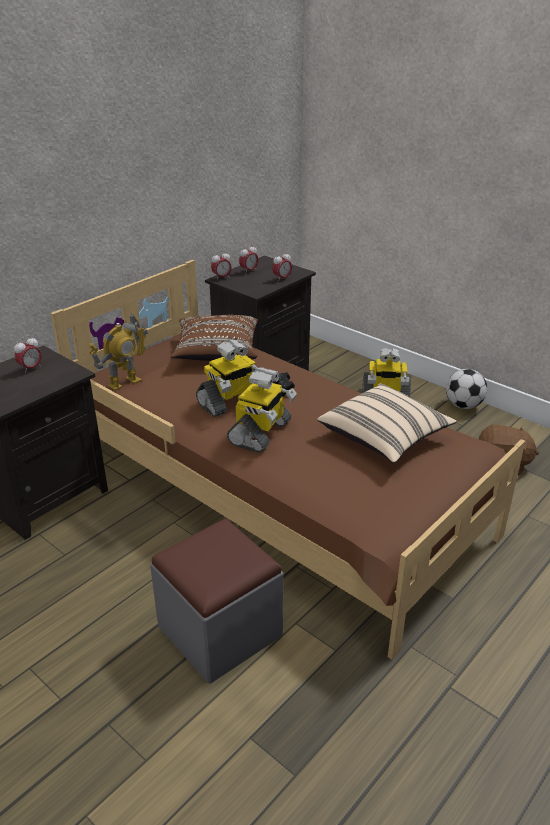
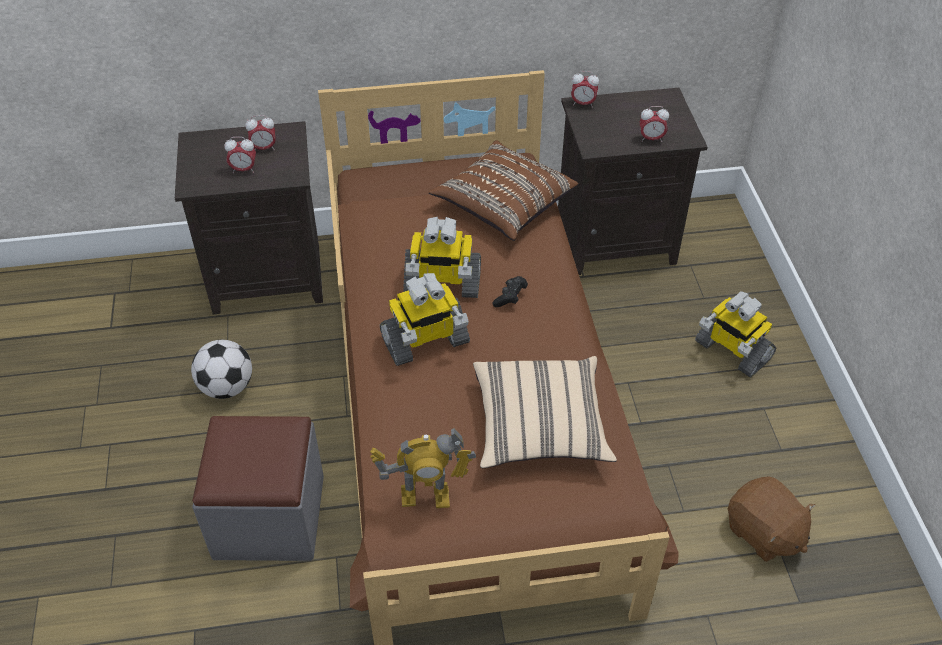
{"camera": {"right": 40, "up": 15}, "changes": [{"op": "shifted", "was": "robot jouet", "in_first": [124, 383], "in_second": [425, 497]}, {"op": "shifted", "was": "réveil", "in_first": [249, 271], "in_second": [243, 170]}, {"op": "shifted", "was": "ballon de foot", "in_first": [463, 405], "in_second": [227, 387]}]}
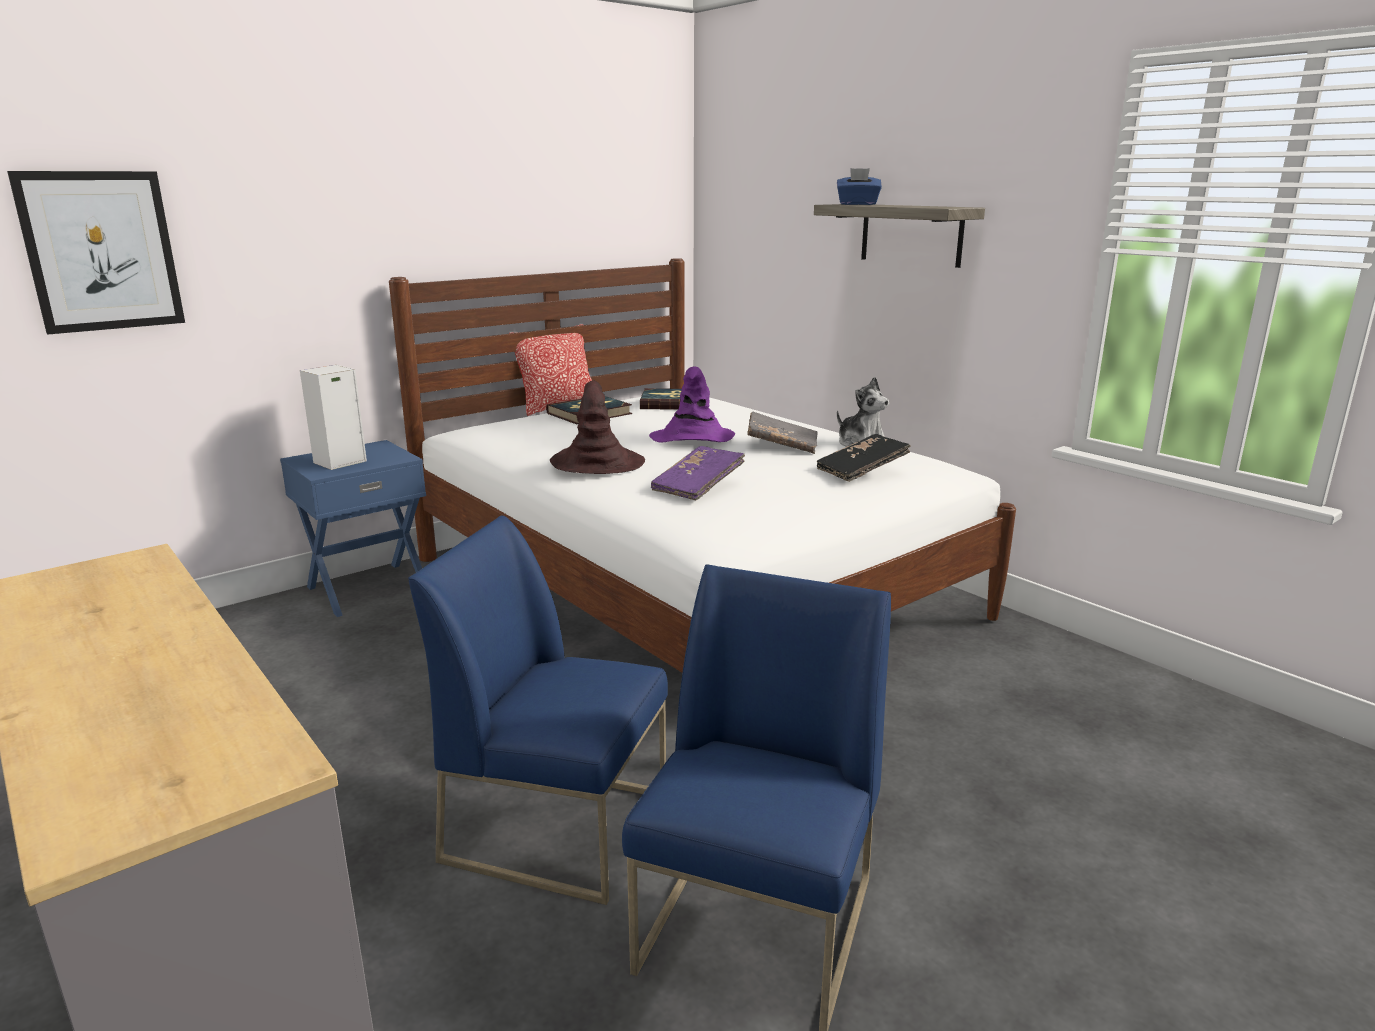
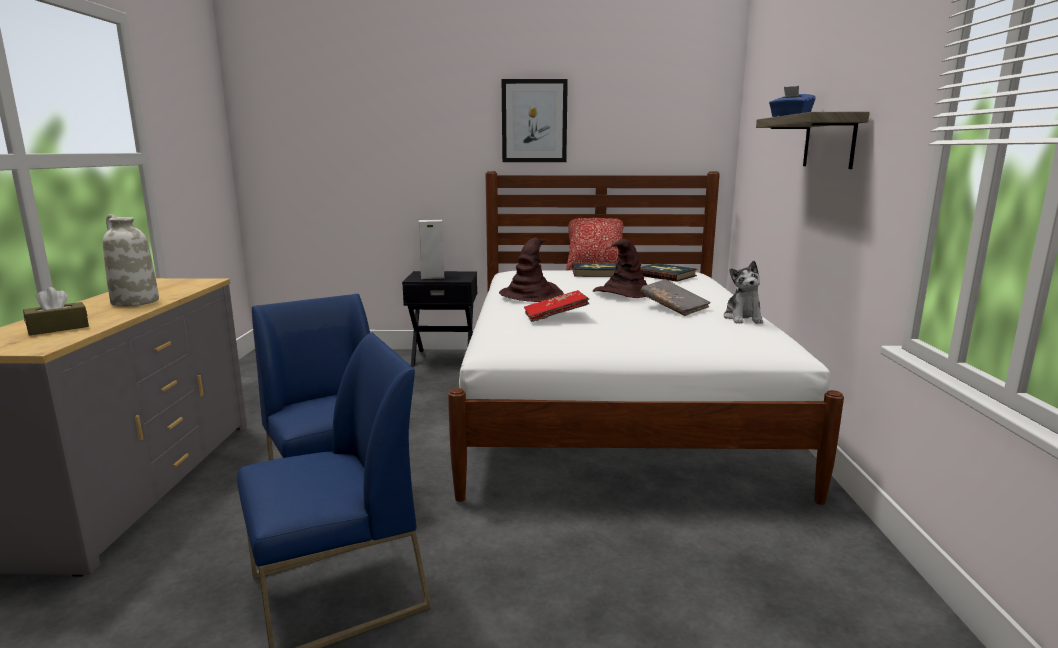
{"camera": {"right": 40, "up": -5}, "changes": [{"op": "gone", "was": "livre [noir]", "in_first": [861, 471]}, {"op": "new", "now": "boîte à mouchoirs [marron]", "in_second": [58, 328]}, {"op": "new", "now": "vase [blanc]", "in_second": [134, 301]}, {"op": "shifted", "was": "tableau", "in_first": [101, 251], "in_second": [534, 121]}, {"op": "repainted", "was": "table de chevet [bleu]", "now": "table de chevet [noir]", "in_first": [367, 588], "in_second": [444, 358]}, {"op": "repainted", "was": "chapeau [violet]", "now": "chapeau [marron]", "in_first": [692, 438], "in_second": [623, 293]}, {"op": "repainted", "was": "livre [violet]", "now": "livre [rouge]", "in_first": [698, 487], "in_second": [555, 317]}]}
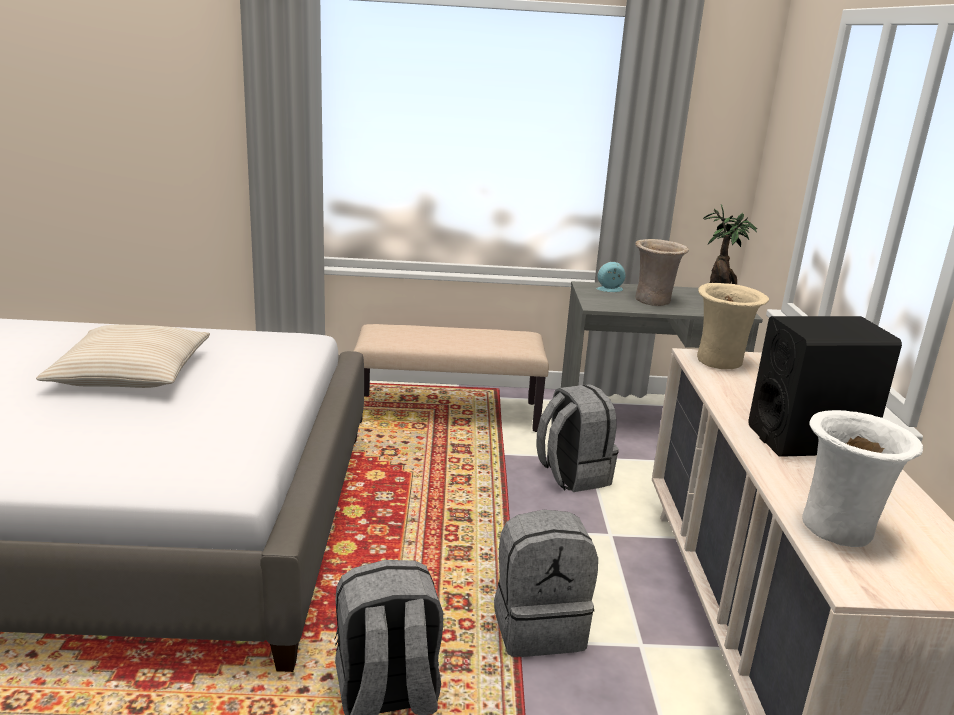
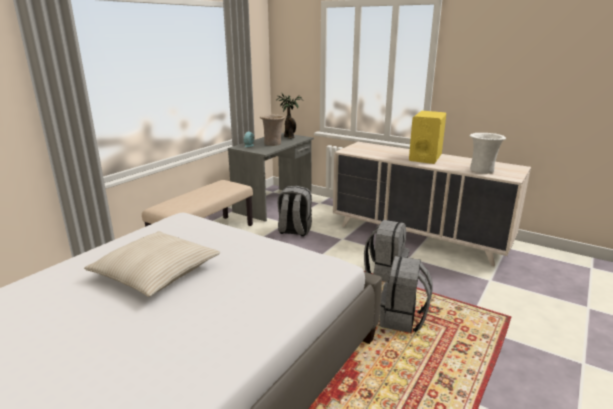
{"camera": {"right": -55, "up": 0}, "changes": [{"op": "gone", "was": "vase [beige]", "in_first": [721, 362]}, {"op": "repainted", "was": "enceinte [noir]", "now": "enceinte [jaune]", "in_first": [808, 440], "in_second": [425, 158]}]}
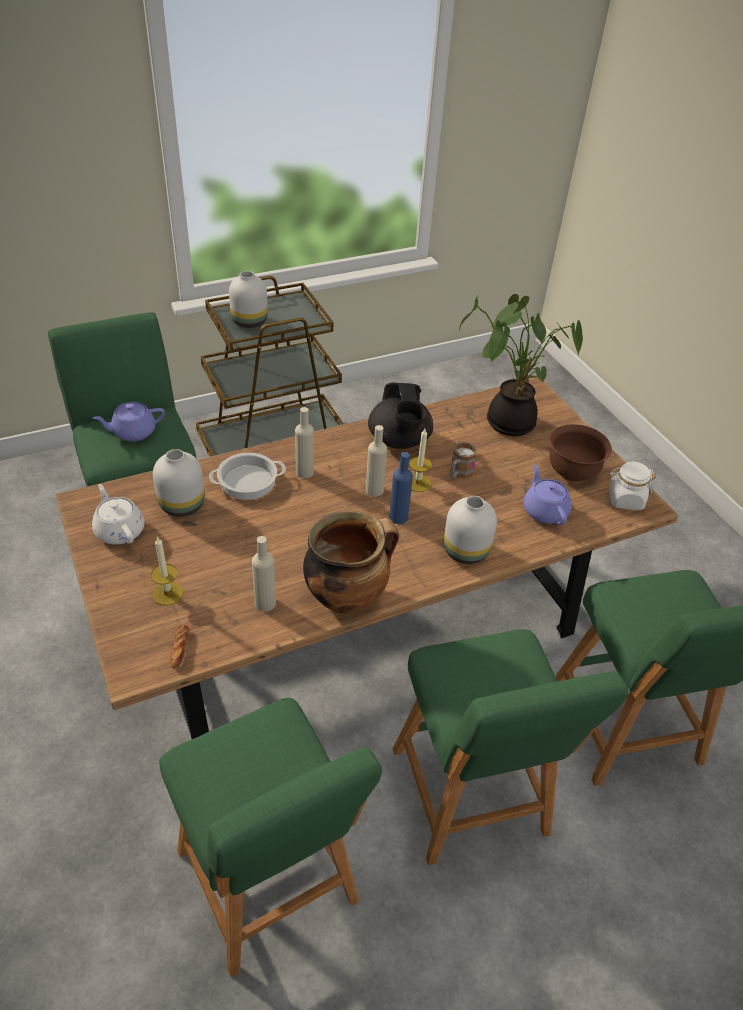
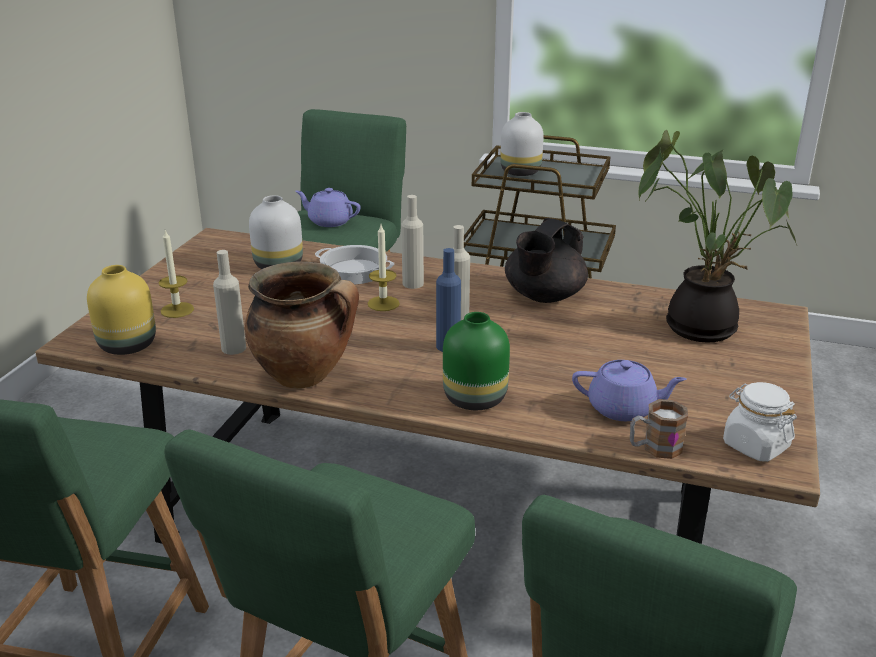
{"camera": {"right": 45, "up": -15}, "changes": [{"op": "gone", "was": "théière [blanc]", "in_first": [119, 530]}, {"op": "gone", "was": "bol [marron]", "in_first": [572, 472]}, {"op": "shifted", "was": "bougie", "in_first": [418, 483], "in_second": [383, 303]}, {"op": "shifted", "was": "mug", "in_first": [459, 473], "in_second": [654, 448]}, {"op": "swapped", "was": "pain", "now": "vase [jaune]", "in_first": [180, 649], "in_second": [128, 344]}, {"op": "repainted", "was": "vase [blanc]", "now": "vase [vert]", "in_first": [464, 551], "in_second": [474, 398]}, {"op": "rotated", "was": "théière [violet]", "in_first": [544, 510], "in_second": [623, 408], "clockwise": 75}]}
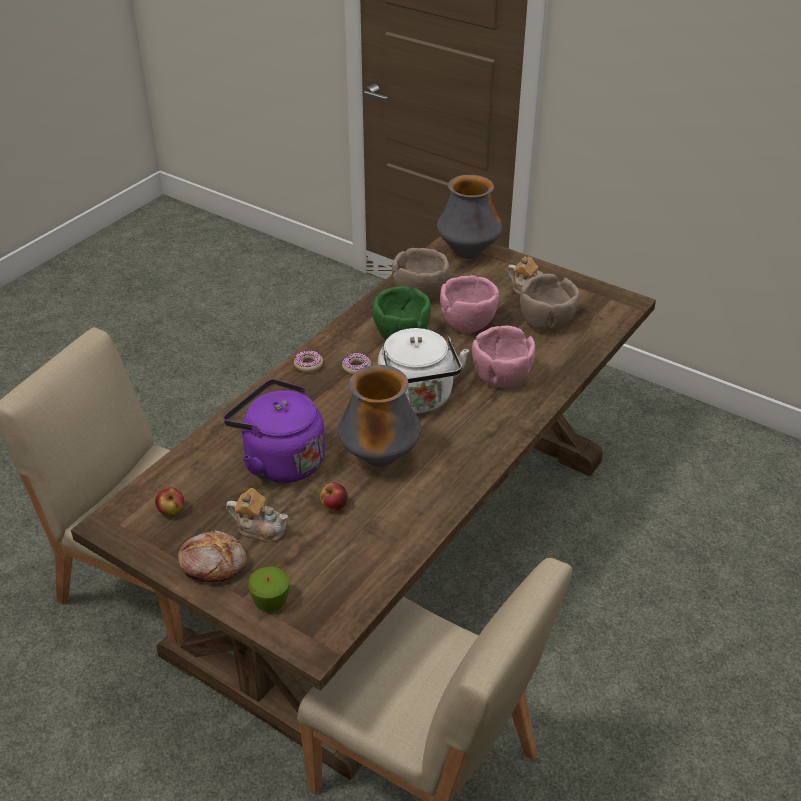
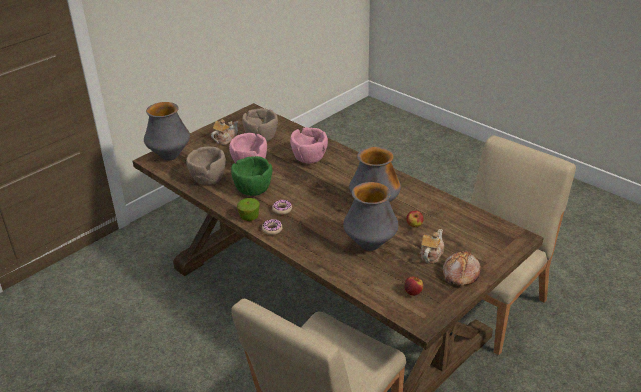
{"camera": {"right": -80, "up": -5}, "changes": [{"op": "gone", "was": "bouilloire [blanc]", "in_first": [418, 399]}, {"op": "shifted", "was": "pomme", "in_first": [270, 601], "in_second": [249, 217]}, {"op": "swapped", "was": "bouilloire [violet]", "now": "vase", "in_first": [280, 460], "in_second": [370, 245]}]}
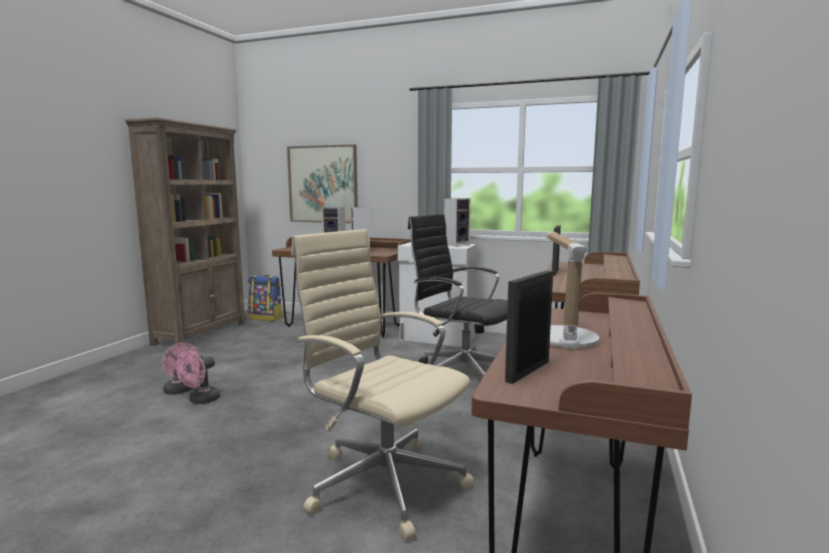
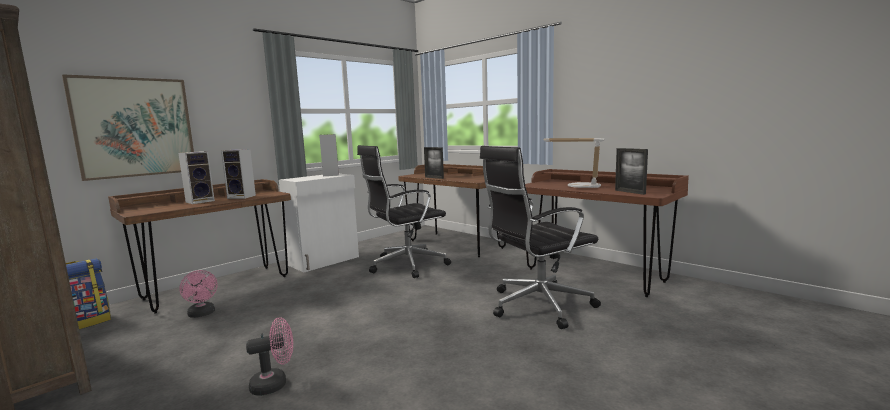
{"camera": {"right": -65, "up": 0}, "changes": [{"op": "shifted", "was": "ventilateur [rose]", "in_first": [200, 400], "in_second": [202, 314]}, {"op": "repainted", "was": "chaise de bureau [beige]", "now": "chaise de bureau [noir]", "in_first": [383, 481], "in_second": [537, 305]}]}
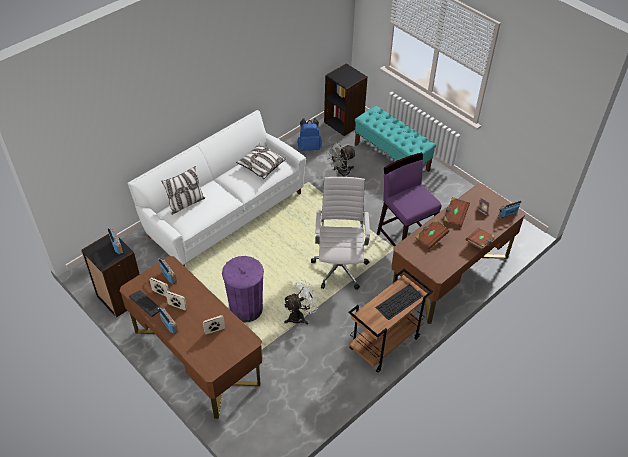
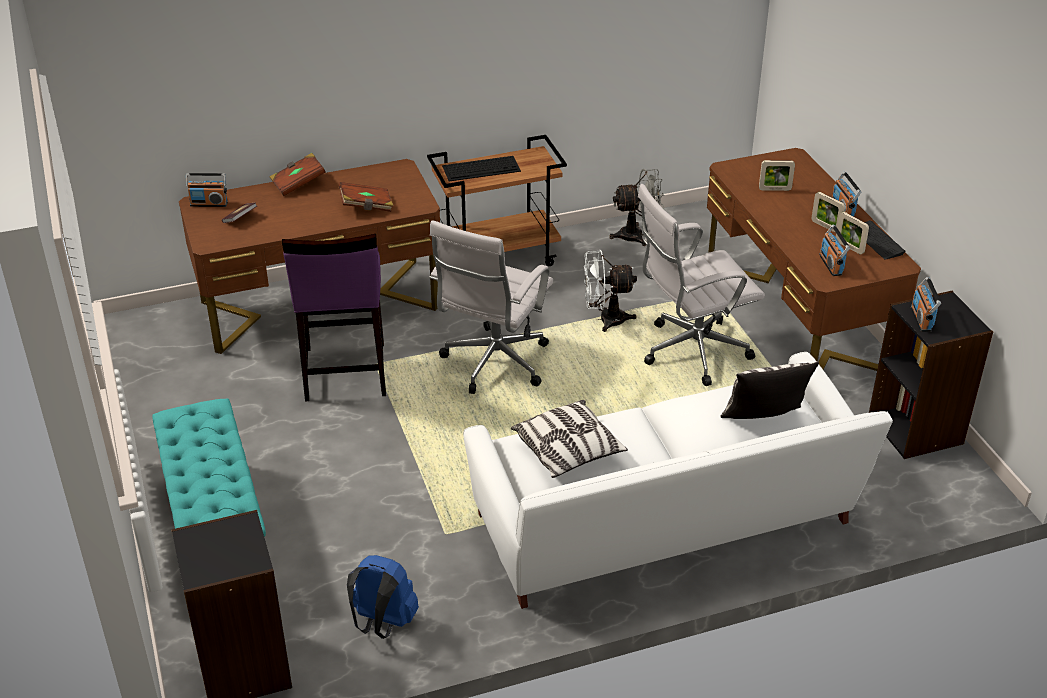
{"camera": {"right": -155, "up": -10}, "changes": [{"op": "gone", "was": "livre [marron]", "in_first": [455, 216]}, {"op": "shifted", "was": "ventilateur [gris]", "in_first": [341, 173], "in_second": [637, 235]}, {"op": "swapped", "was": "poubelle [violet]", "now": "chaise de bureau [blanc]", "in_first": [246, 309], "in_second": [690, 352]}]}
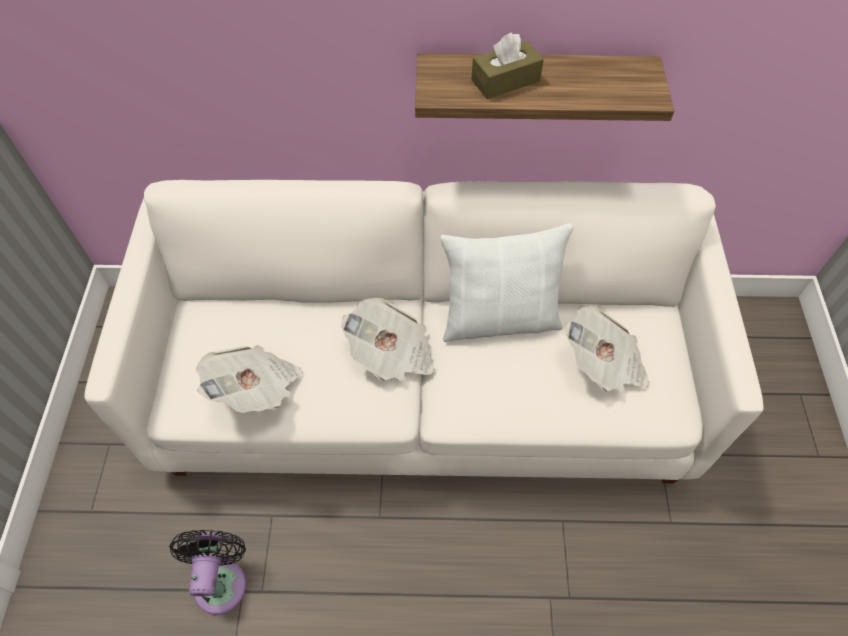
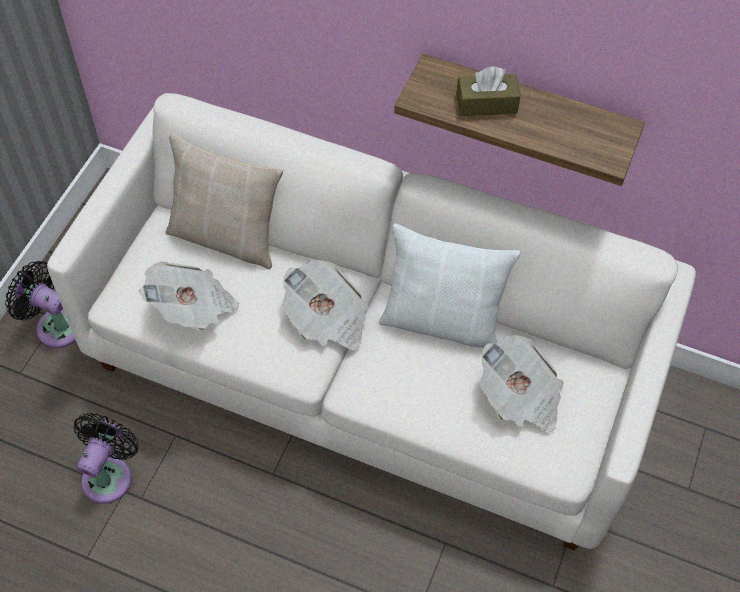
{"camera": {"right": 20, "up": 0}, "changes": [{"op": "new", "now": "ventilateur [noir]", "in_second": [55, 325]}, {"op": "new", "now": "coussin [beige]", "in_second": [226, 237]}]}
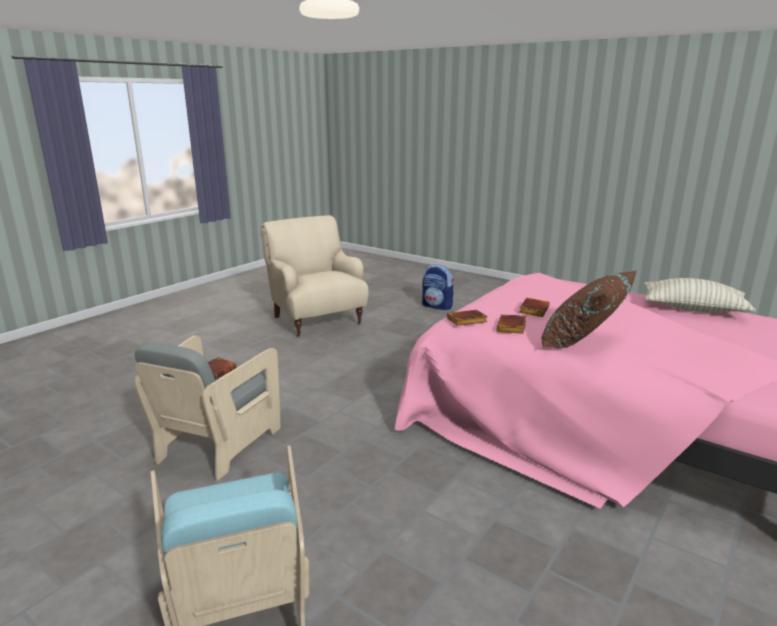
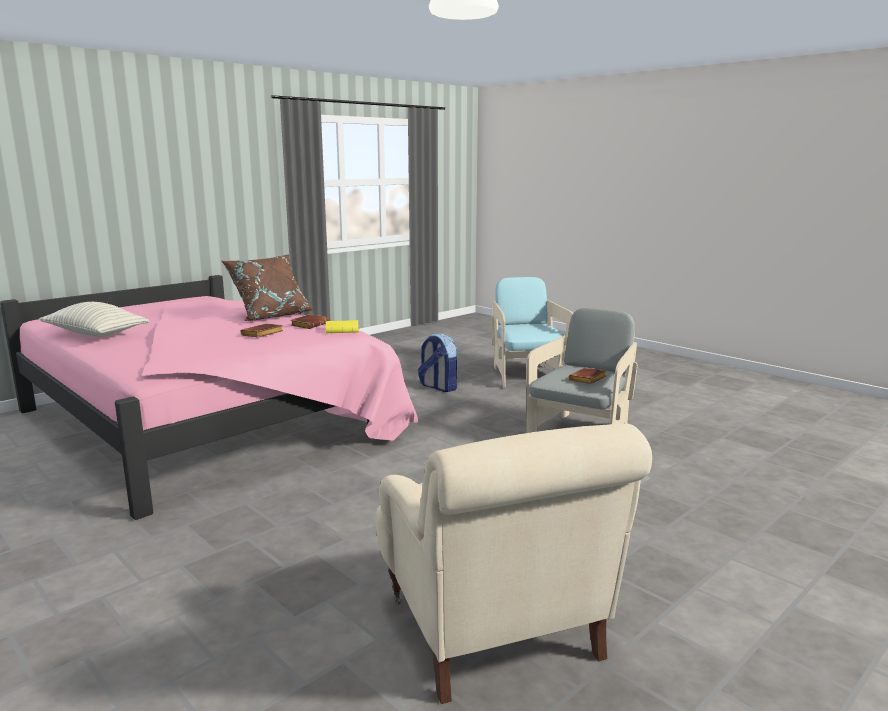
{"camera": {"right": -170, "up": -5}, "changes": [{"op": "shifted", "was": "sac à dos", "in_first": [437, 306], "in_second": [438, 387]}, {"op": "repainted", "was": "livre [marron]", "now": "livre [jaune]", "in_first": [466, 321], "in_second": [343, 330]}]}
